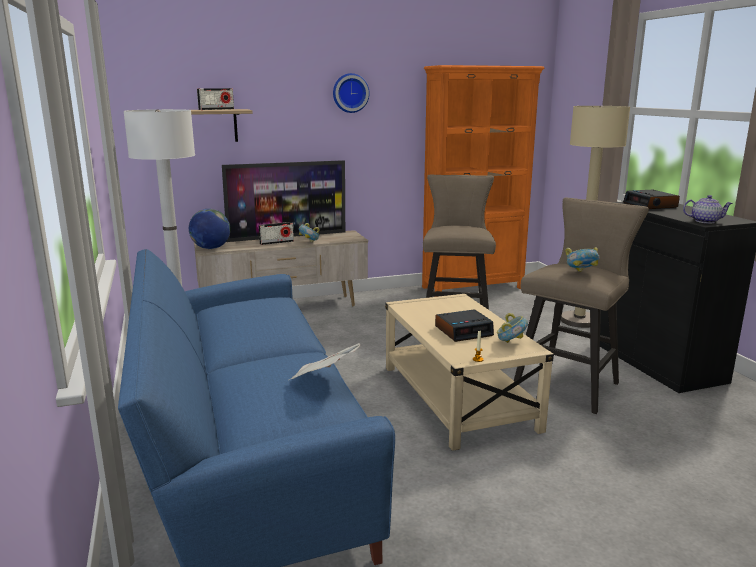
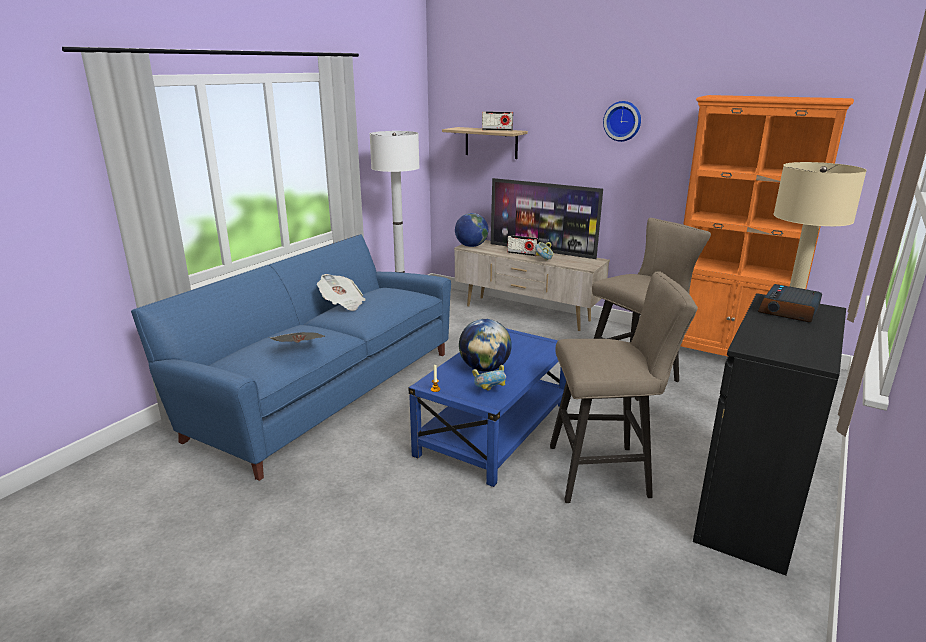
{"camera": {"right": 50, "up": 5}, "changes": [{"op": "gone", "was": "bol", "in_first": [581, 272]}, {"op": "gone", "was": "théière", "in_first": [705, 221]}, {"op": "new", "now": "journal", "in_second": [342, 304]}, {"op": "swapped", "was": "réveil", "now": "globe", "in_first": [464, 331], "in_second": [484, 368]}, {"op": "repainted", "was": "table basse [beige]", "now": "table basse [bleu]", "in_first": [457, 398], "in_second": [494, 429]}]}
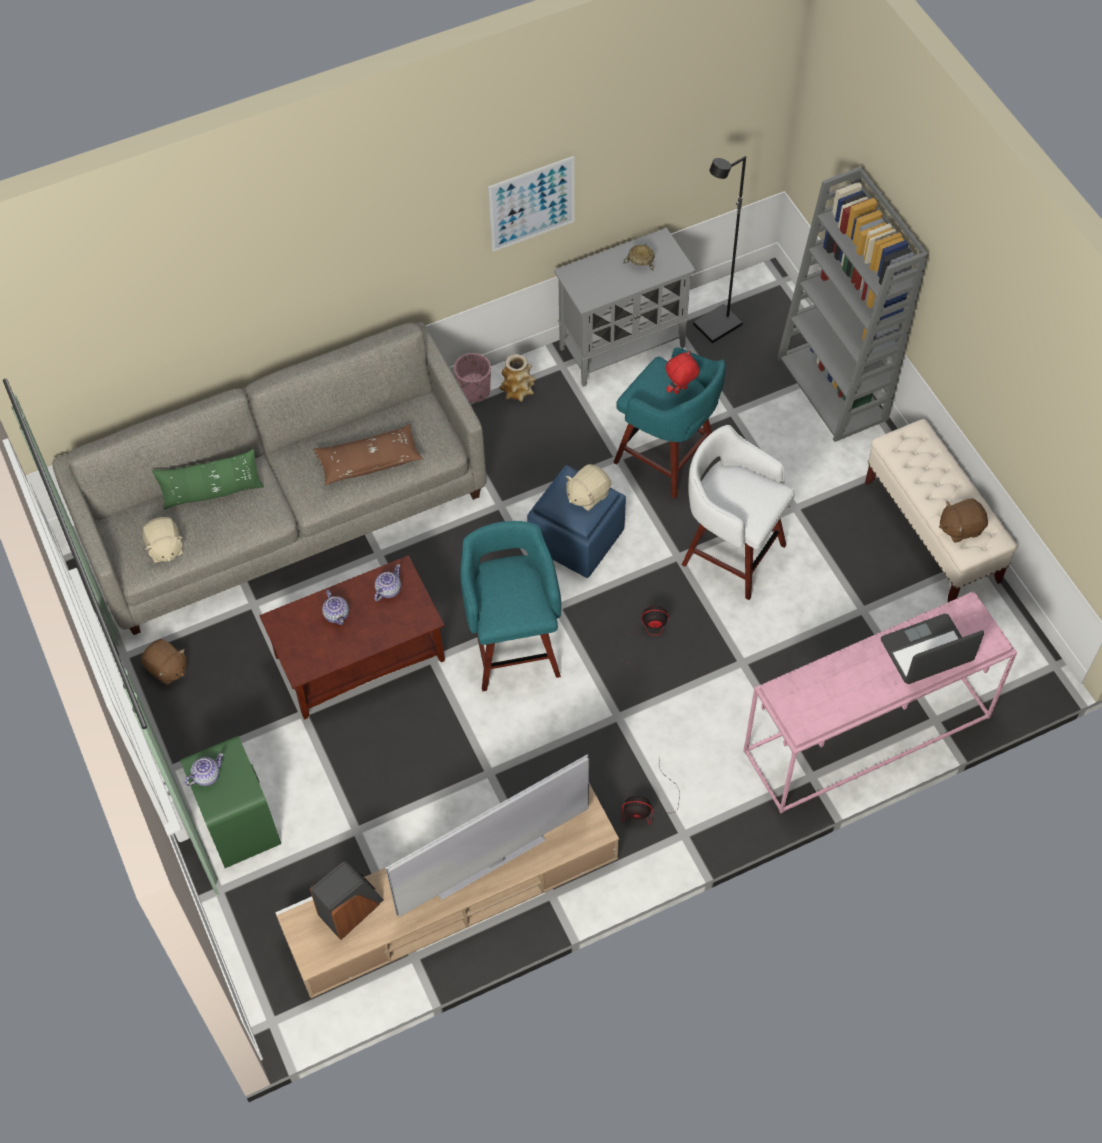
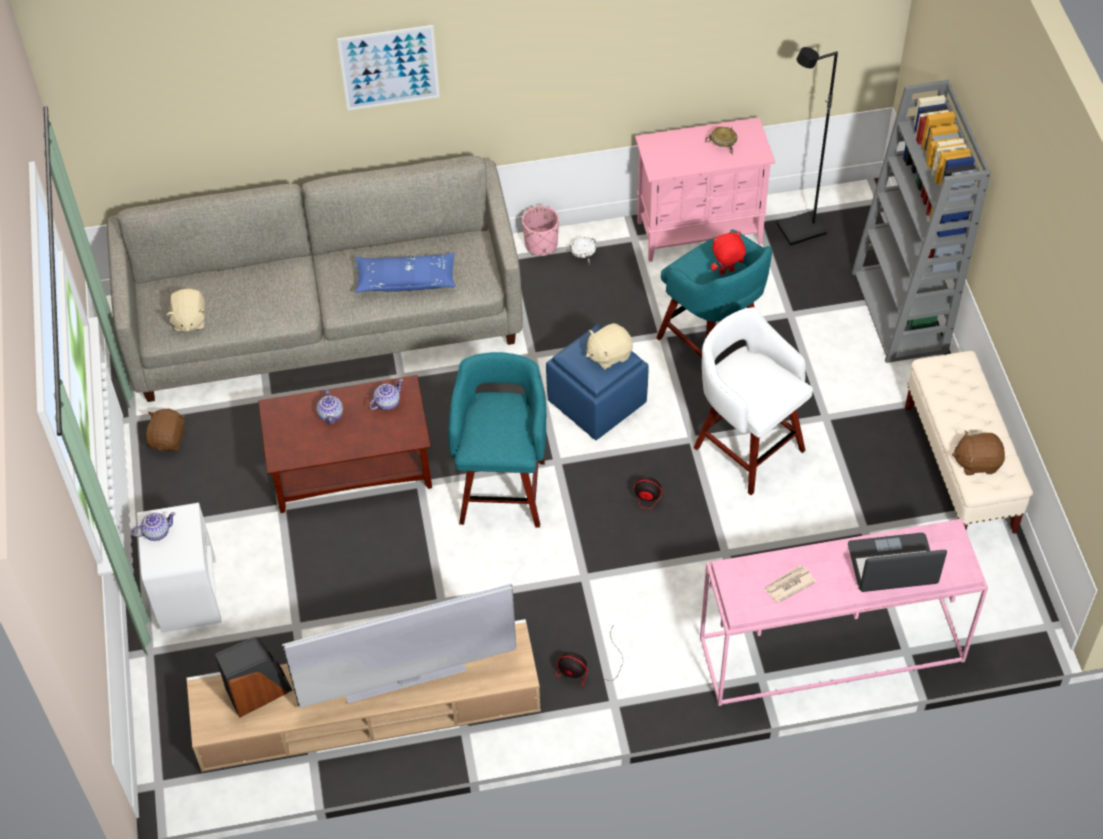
{"camera": {"right": 15, "up": -5}, "changes": [{"op": "gone", "was": "coussin [vert]", "in_first": [212, 492]}, {"op": "new", "now": "journal", "in_second": [788, 585]}, {"op": "shifted", "was": "tableau", "in_first": [531, 204], "in_second": [389, 67]}, {"op": "swapped", "was": "vase", "now": "bol [blanc]", "in_first": [518, 391], "in_second": [584, 253]}, {"op": "repainted", "was": "table de chevet [vert]", "now": "table de chevet [blanc]", "in_first": [239, 822], "in_second": [188, 593]}, {"op": "repainted", "was": "coussin [marron]", "now": "coussin [bleu]", "in_first": [369, 461], "in_second": [406, 280]}, {"op": "repainted", "was": "meuble de rangement [gris]", "now": "meuble de rangement [rose]", "in_first": [623, 347], "in_second": [700, 232]}, {"op": "rotated", "was": "peluche [marron]", "in_first": [167, 669], "in_second": [168, 439], "clockwise": -135}]}
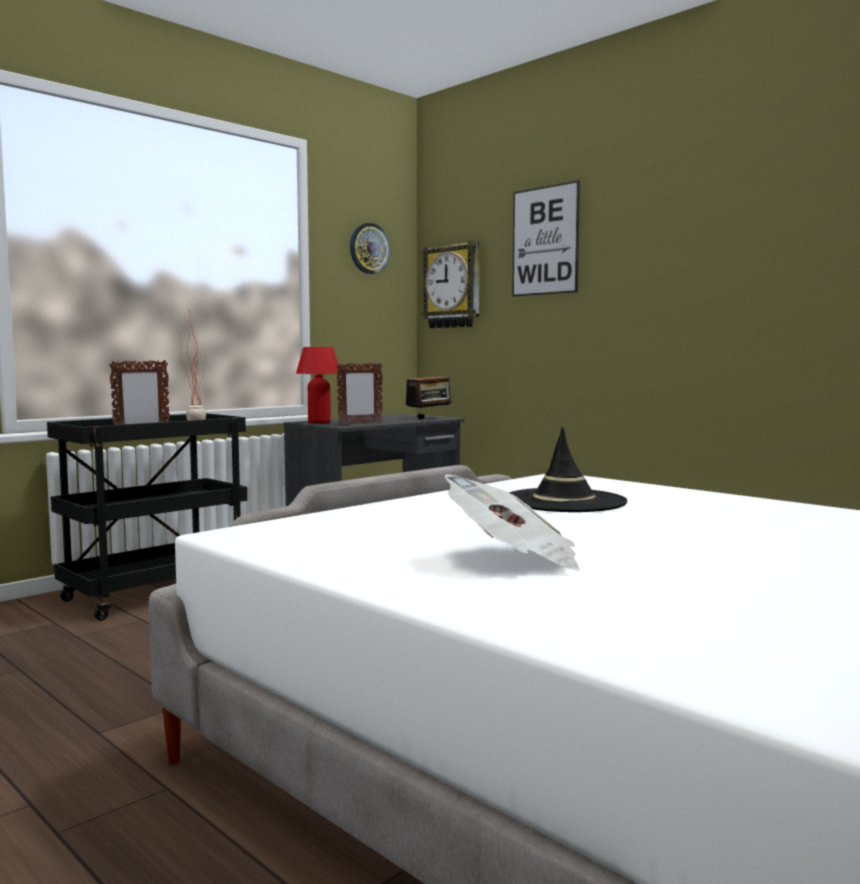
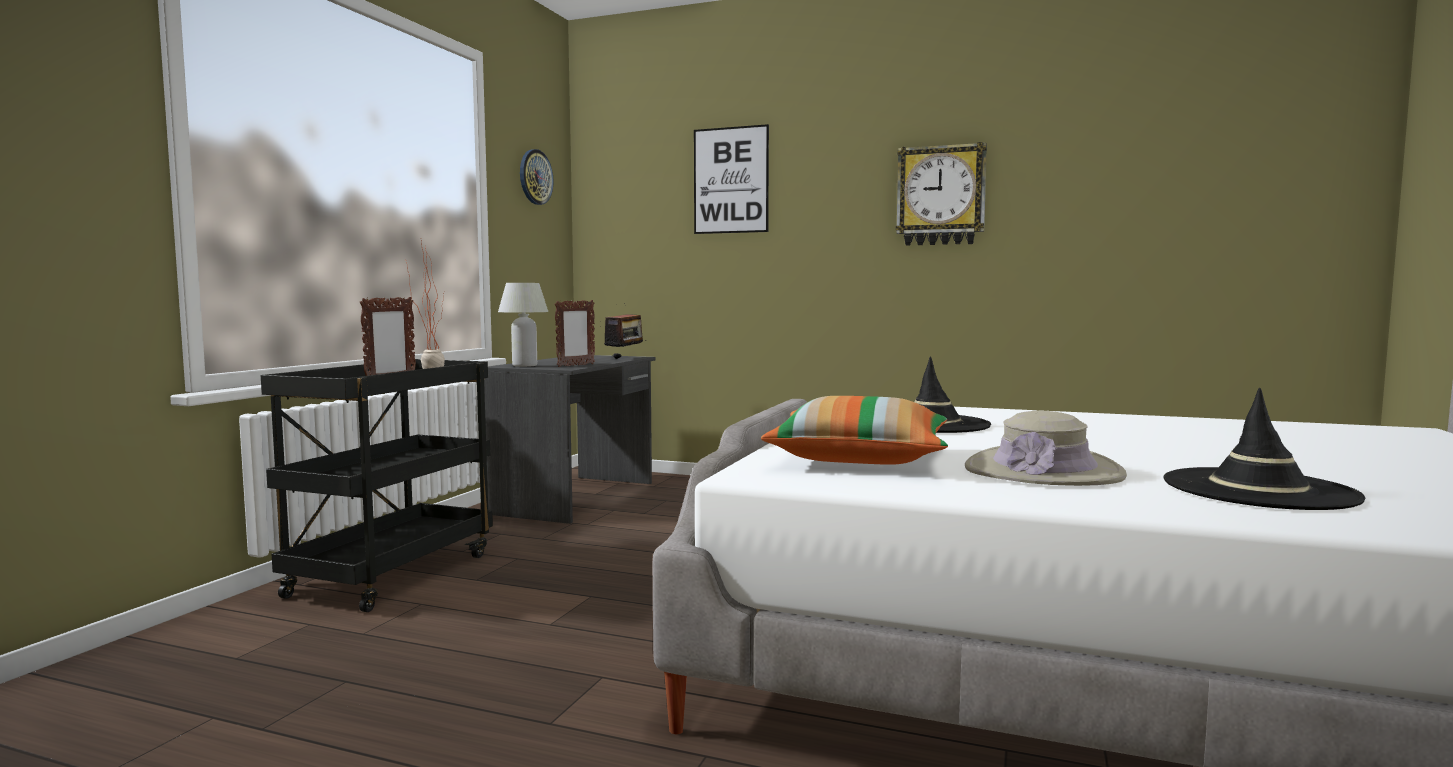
{"camera": {"right": -25, "up": 0}, "changes": [{"op": "new", "now": "coussin", "in_second": [860, 459]}, {"op": "new", "now": "chapeau [noir]", "in_second": [1258, 490]}, {"op": "shifted", "was": "horloge murale", "in_first": [453, 286], "in_second": [941, 196]}, {"op": "swapped", "was": "journal", "now": "chapeau [beige]", "in_first": [514, 559], "in_second": [1043, 471]}, {"op": "repainted", "was": "lampe de table [rouge]", "now": "lampe de table [blanc]", "in_first": [319, 422], "in_second": [524, 365]}]}
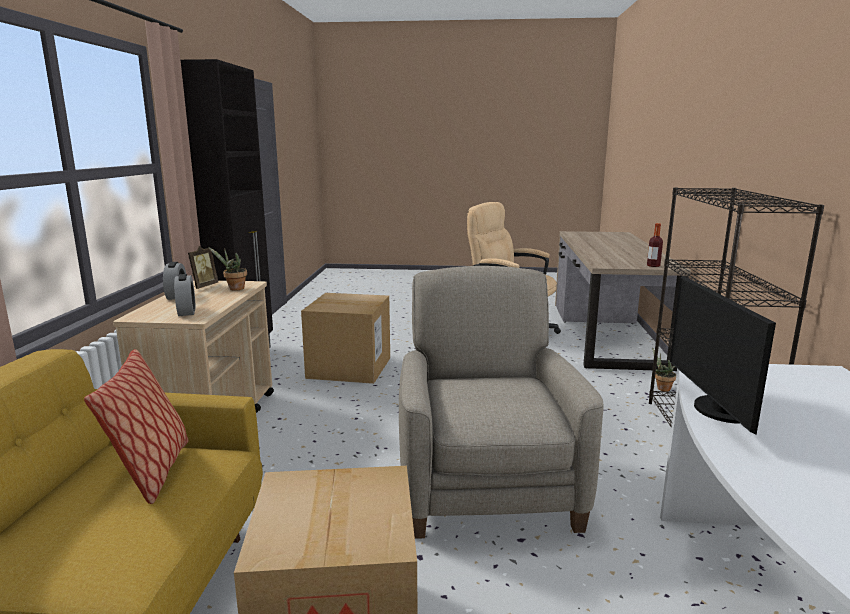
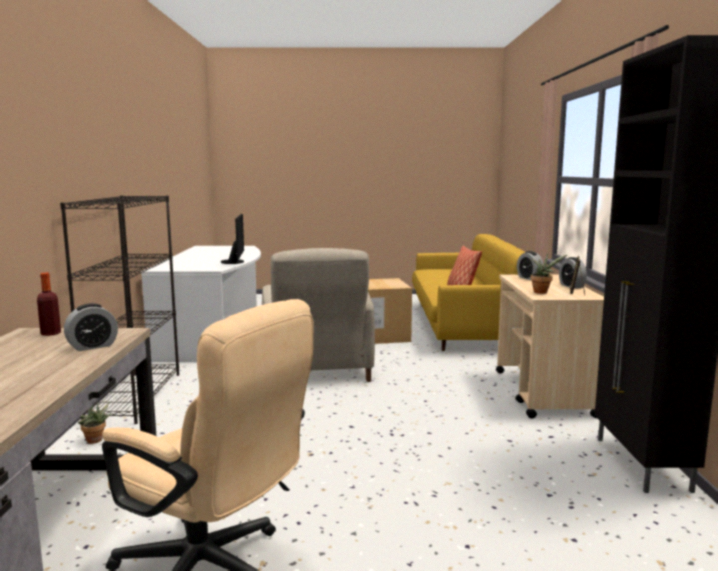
{"camera": {"right": 175, "up": -5}, "changes": [{"op": "gone", "was": "carton", "in_first": [349, 367]}, {"op": "new", "now": "réveil", "in_second": [92, 346]}]}
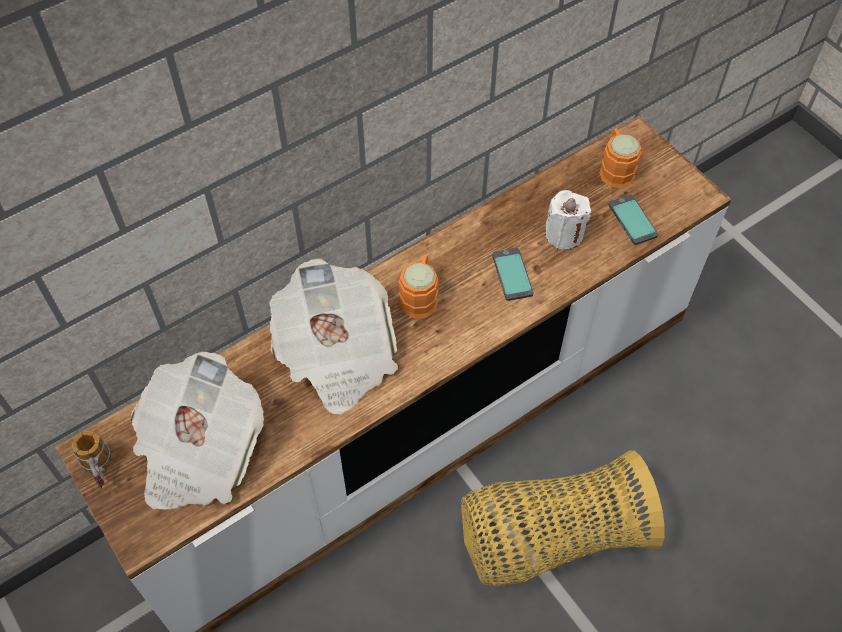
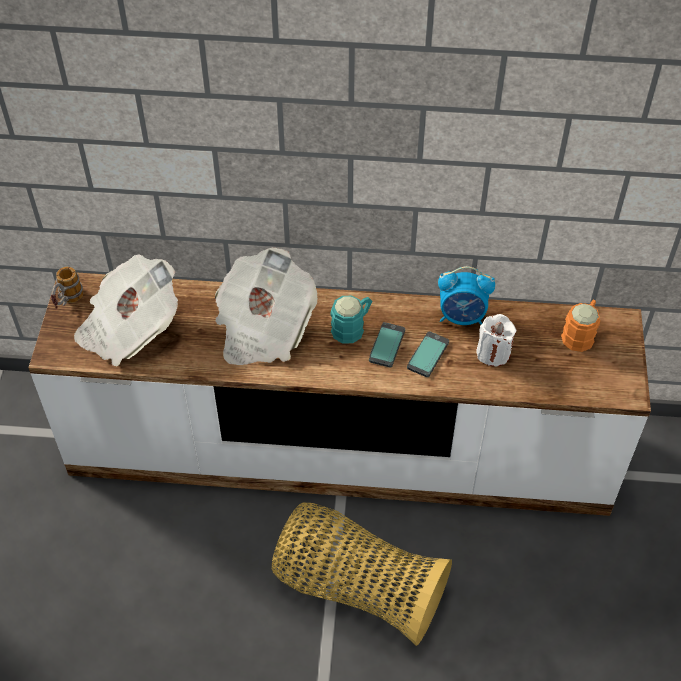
{"camera": {"right": 40, "up": -5}, "changes": [{"op": "new", "now": "réveil", "in_second": [462, 317]}, {"op": "shifted", "was": "téléphone", "in_first": [632, 220], "in_second": [386, 345]}, {"op": "repainted", "was": "mug [orange]", "now": "mug [turquoise]", "in_first": [420, 295], "in_second": [352, 327]}]}
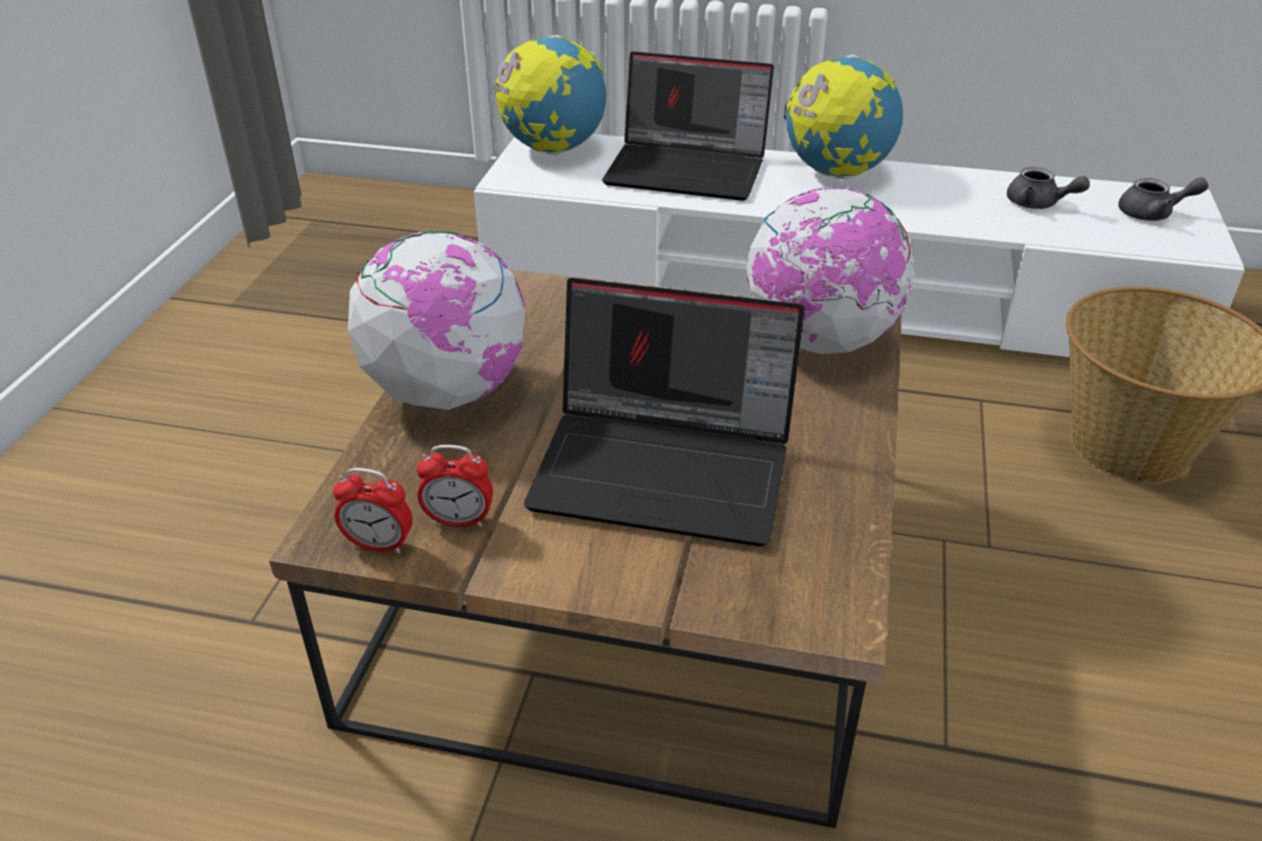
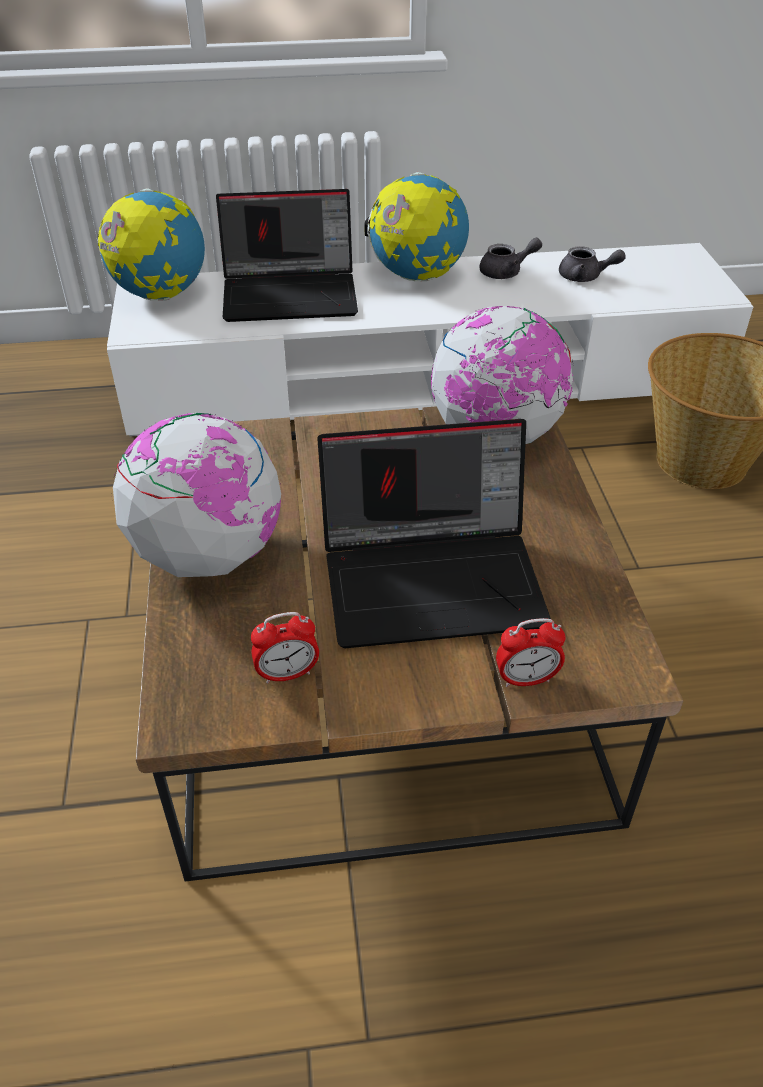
{"camera": {"right": -20, "up": 5}, "changes": [{"op": "shifted", "was": "réveil", "in_first": [379, 545], "in_second": [526, 679]}, {"op": "shifted", "was": "théière [gris]", "in_first": [1153, 214], "in_second": [506, 272]}]}
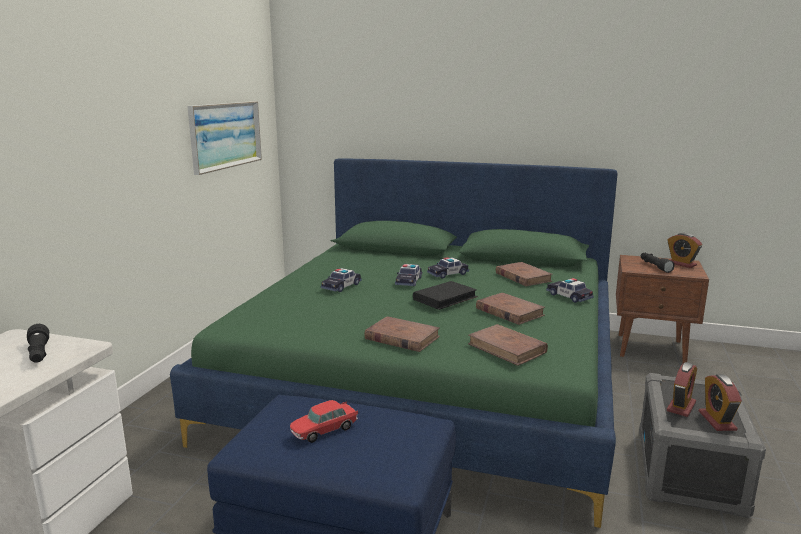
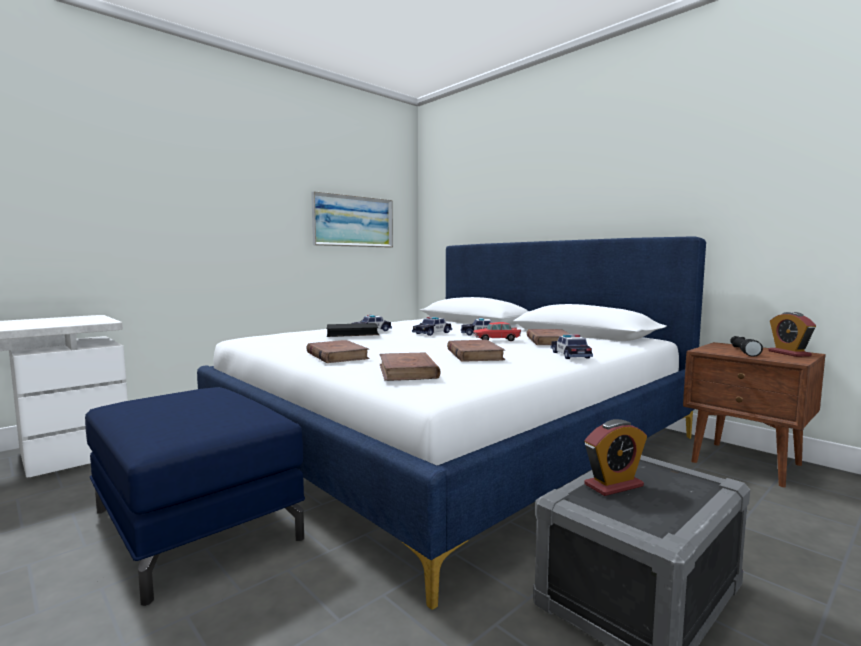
{"camera": {"right": 30, "up": -10}, "changes": [{"op": "gone", "was": "lampe de poche [noir]", "in_first": [39, 353]}, {"op": "gone", "was": "réveil", "in_first": [717, 421]}, {"op": "shifted", "was": "petite voiture", "in_first": [324, 430], "in_second": [496, 340]}, {"op": "shifted", "was": "livre [noir]", "in_first": [445, 298], "in_second": [352, 333]}, {"op": "repainted", "was": "lit [vert]", "now": "lit [blanc]", "in_first": [429, 379], "in_second": [448, 437]}]}
